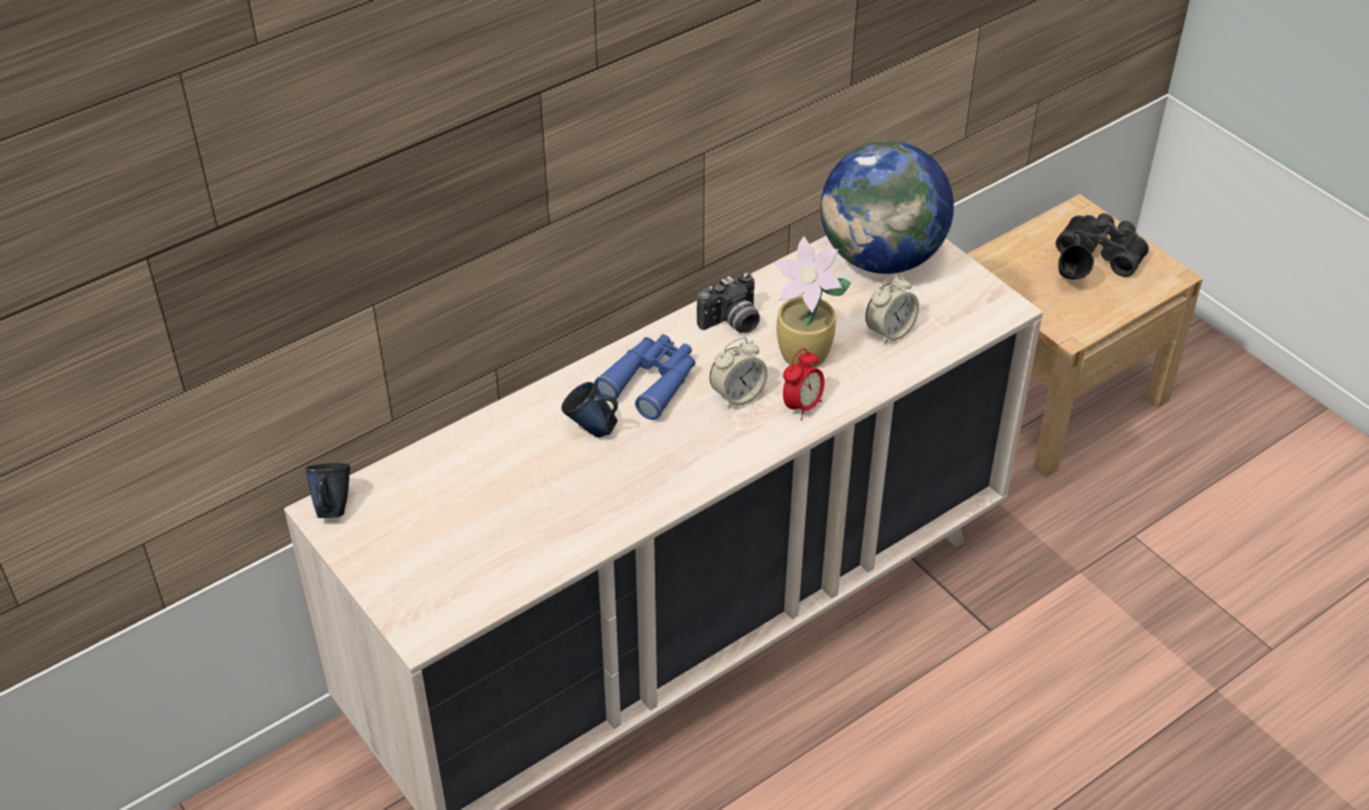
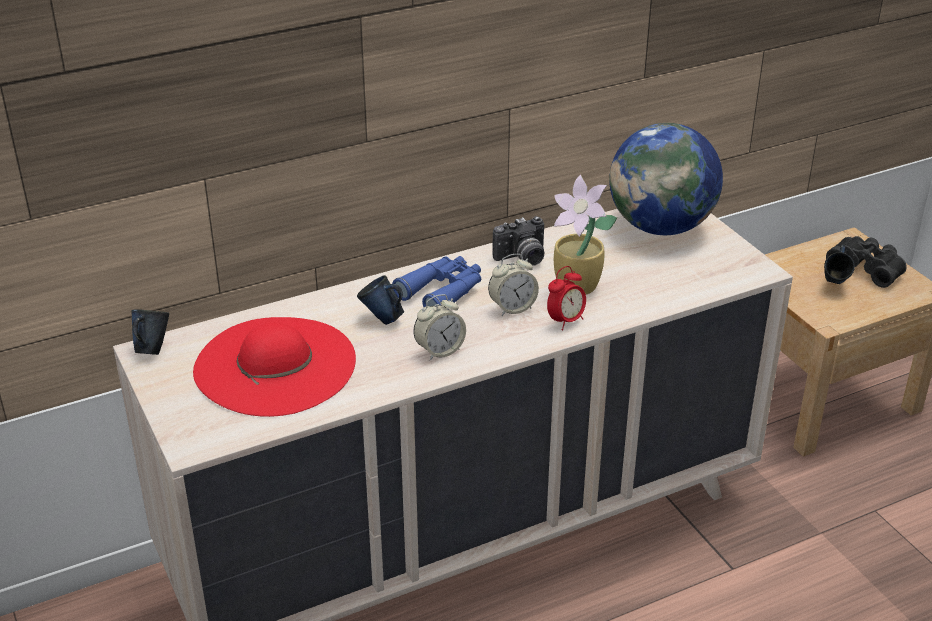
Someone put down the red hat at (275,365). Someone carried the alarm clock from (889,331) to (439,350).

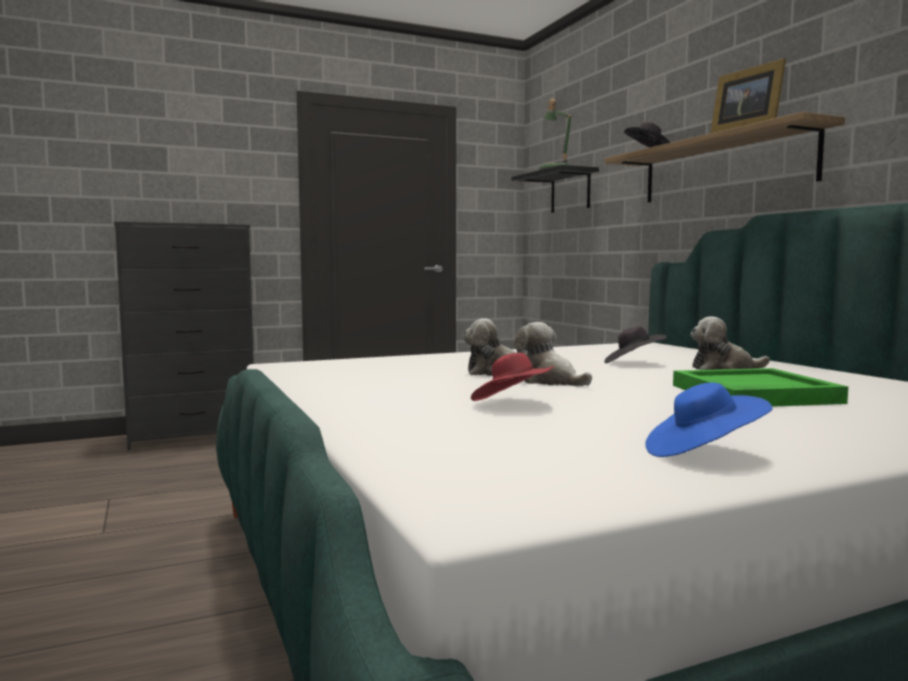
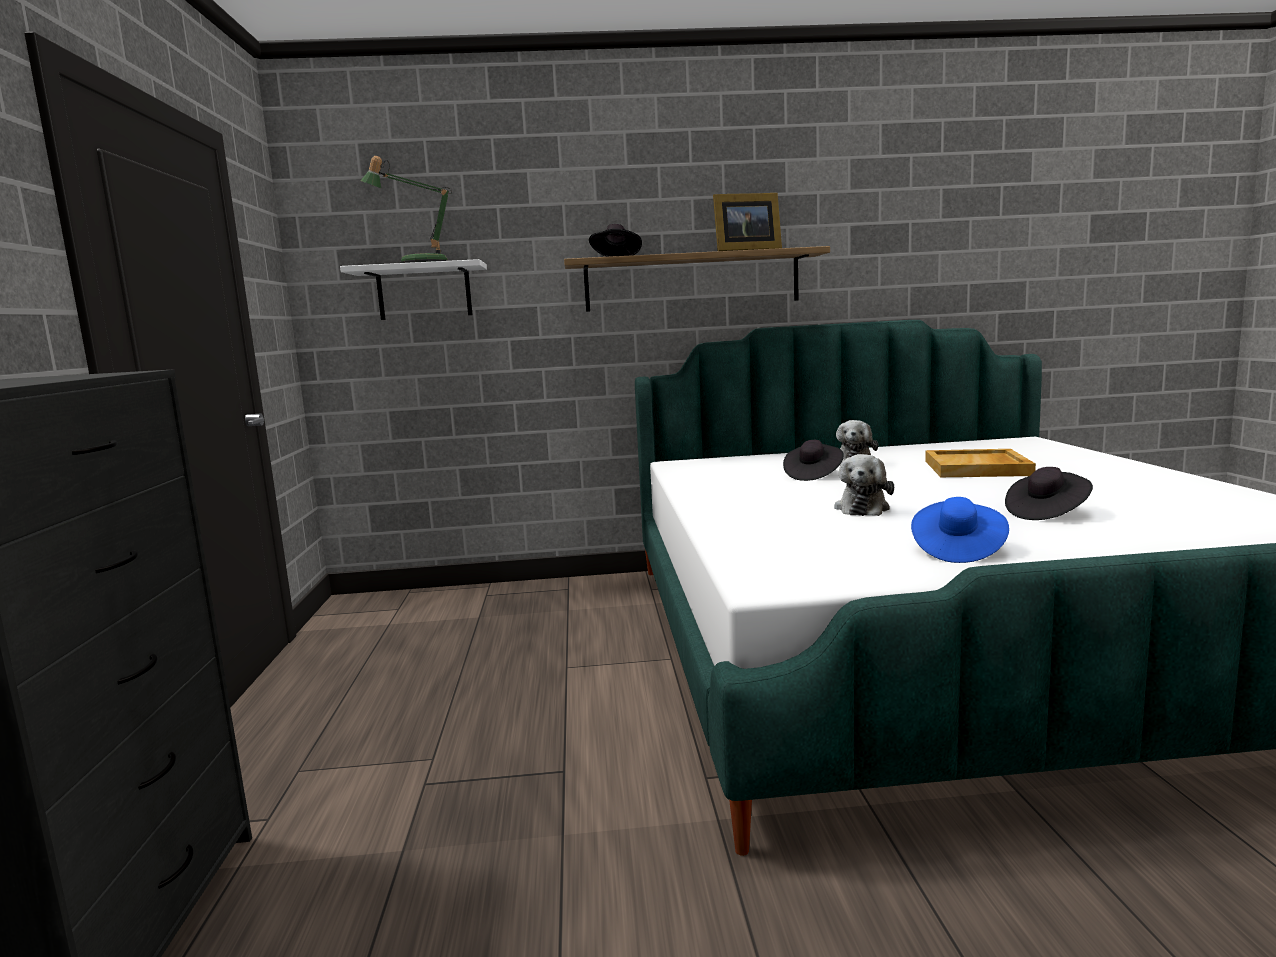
Someone took away the plush toy at (548,381). Someone carried the blue hat from (703,453) to (957,550). Someone repainted the red hat at (512,404), which became the black hat at (1046,513). Someone repainted the black shelf at (570,191), which became the white shelf at (424,292). Someone repainted the green tray at (753,394), which became the beige tray at (977,468).

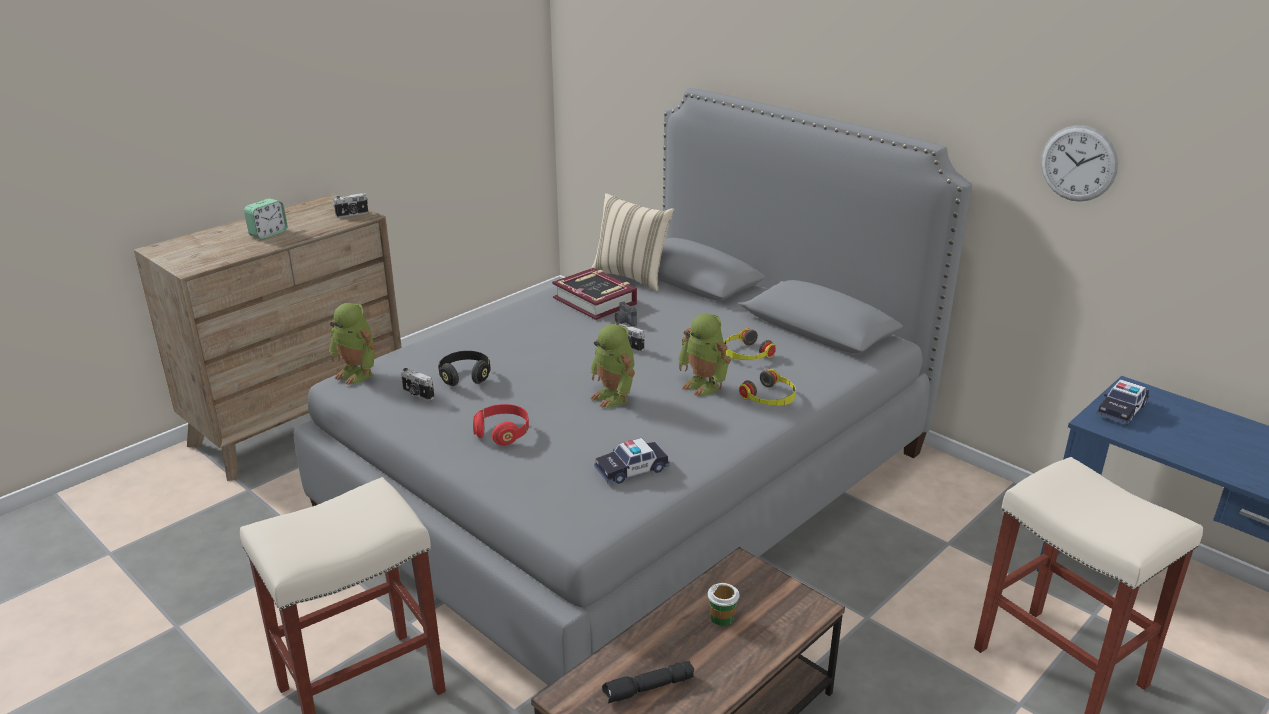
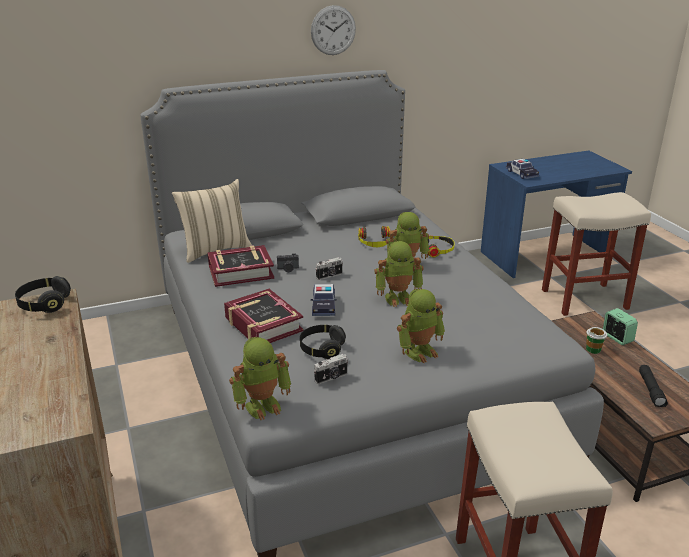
Someone put down the book at (263,324). Someone carried the alarm clock from (268,234) to (617,338). Someone carried the toy car from (631,469) to (323,305). Someone carried the wall clock from (1078,163) to (333,30). Someone swapped the photo camera at (352,214) for the black headphones at (44,304). Someone swapped the red headphones at (502,433) for the toy robot at (419,351).

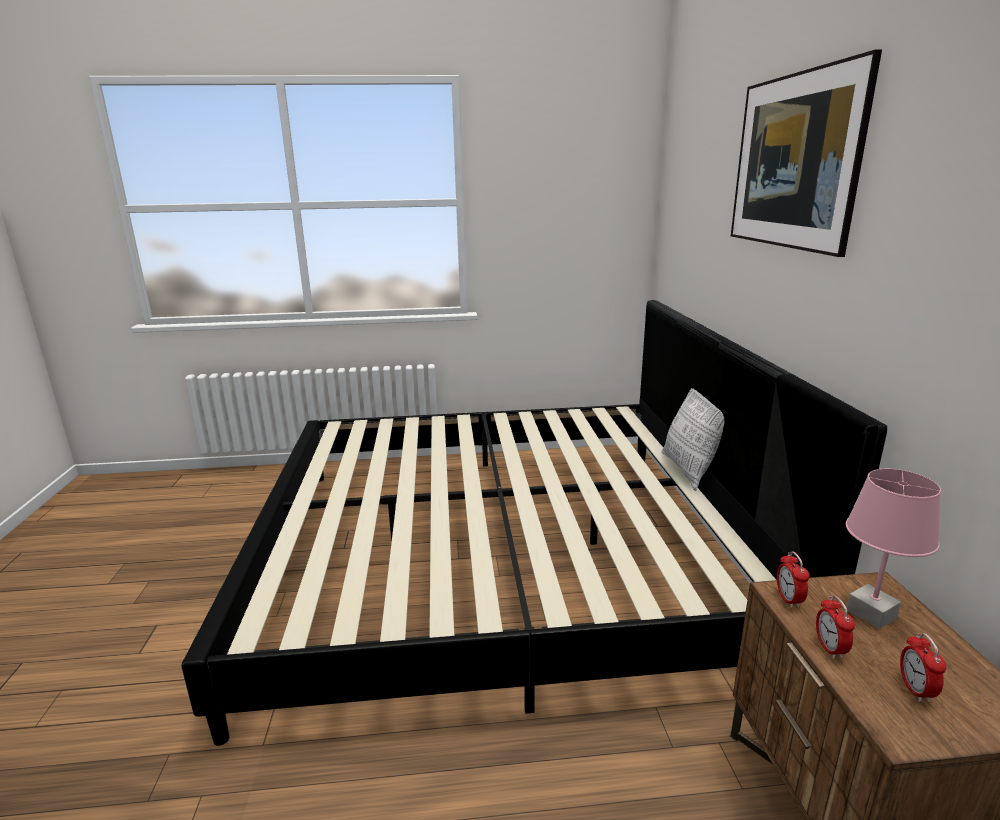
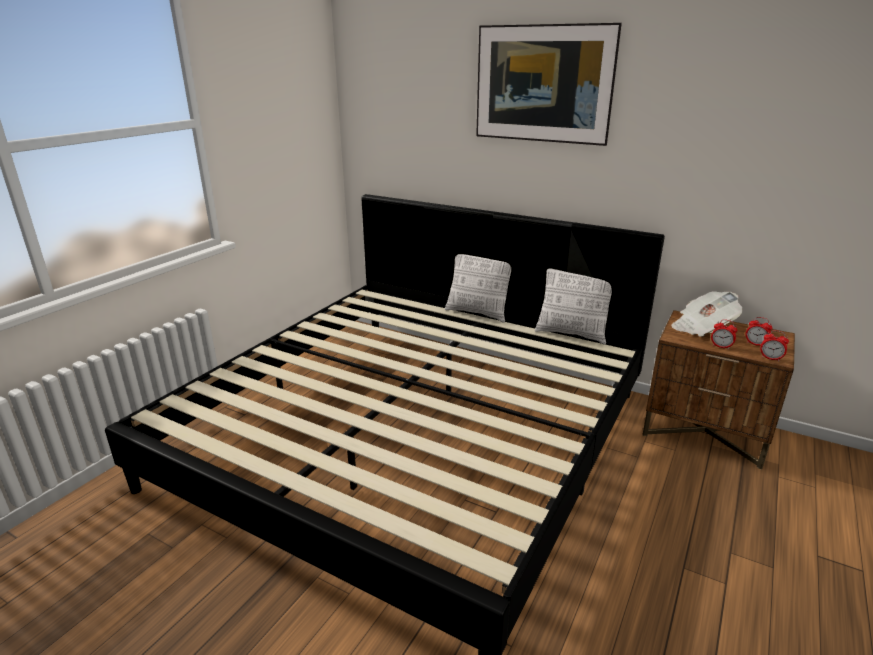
Someone put down the pillow at (571,334). Someone carried the alarm clock from (788,599) to (770,358). Someone swapped the pink table lamp at (870,614) for the newspaper at (702,328).

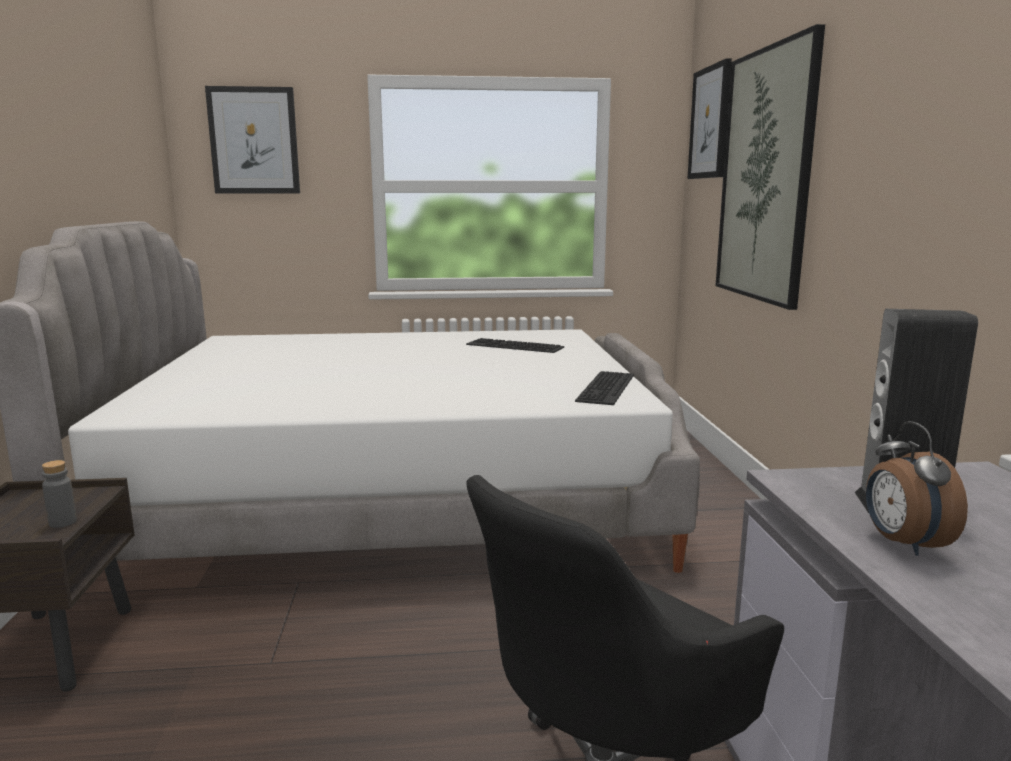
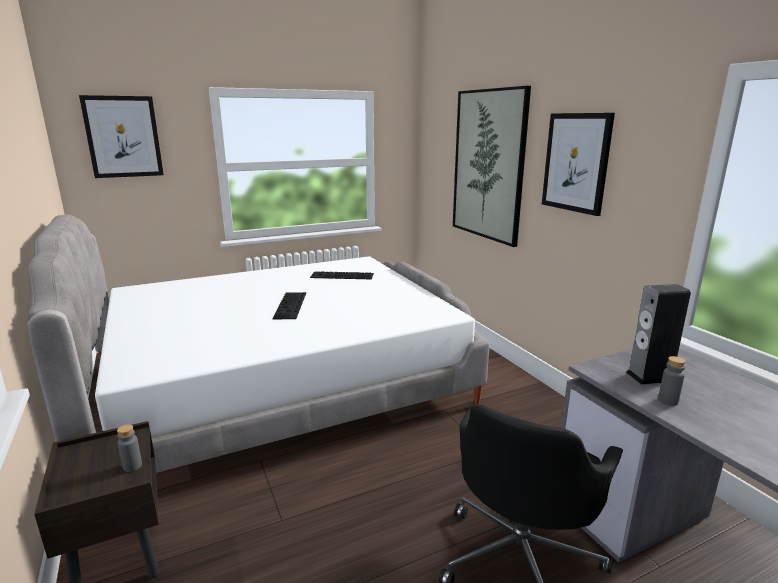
Someone carried the keyboard from (608,388) to (291,305). Someone carried the picture from (710,123) to (576,162). Someone swapped the alarm clock at (902,543) for the grey bottle at (668,401).

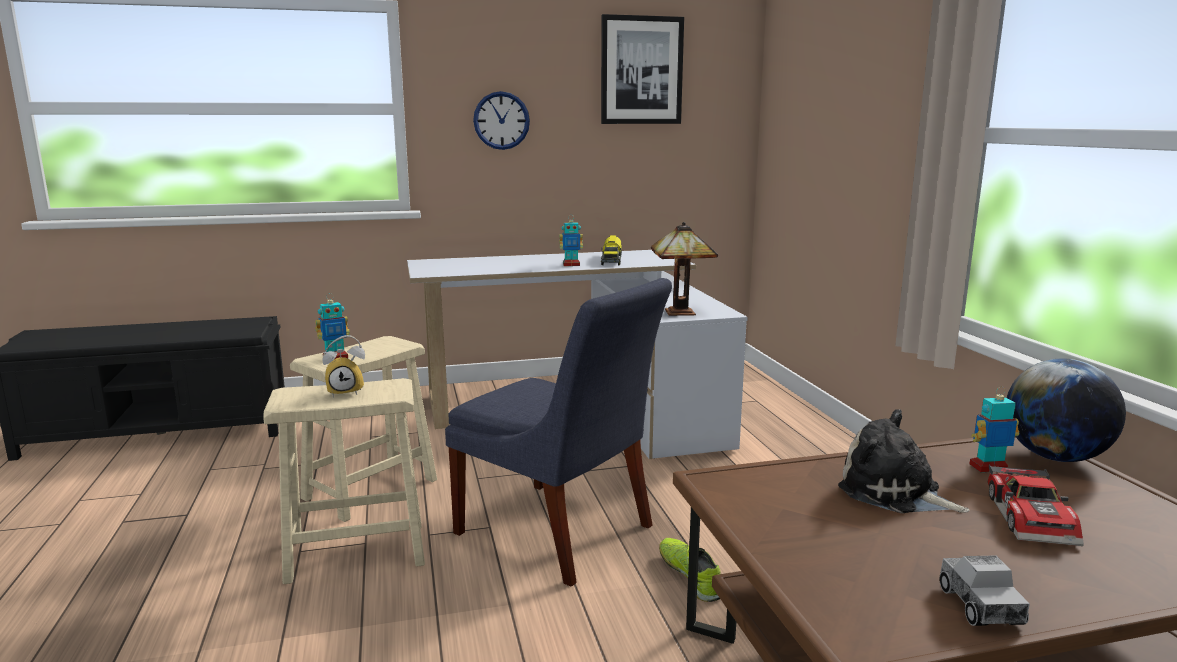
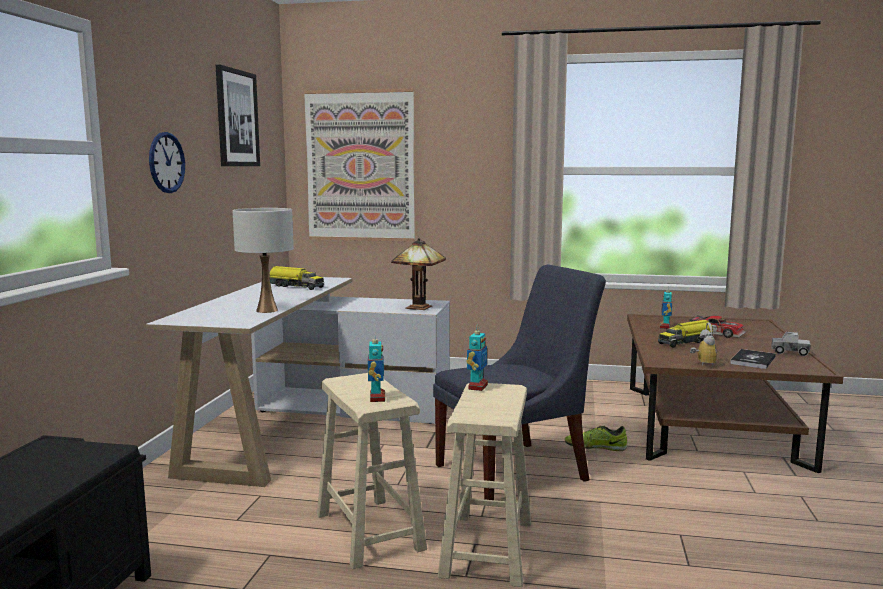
Someone took away the globe at (1055,457). Someone put down the white table lamp at (267,310). Someone put up the picture at (360,166). Someone put down the book at (753,360). Someone carried the alarm clock from (346,391) to (701,363). Someone carried the toy robot from (571,265) to (477,387). Someone swapped the plush toy at (894,492) for the toy truck at (686,342).

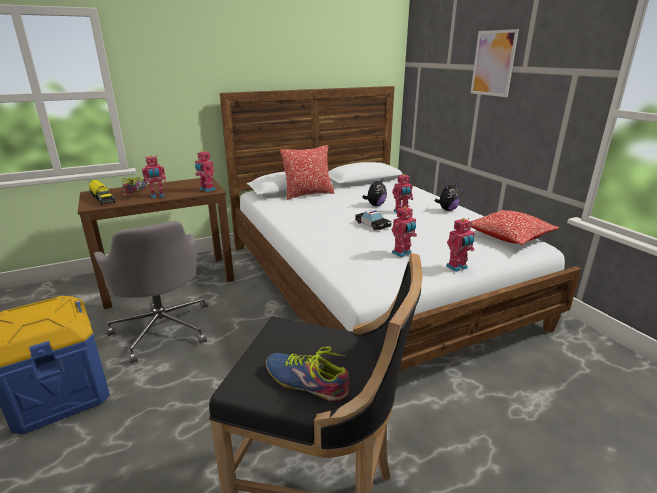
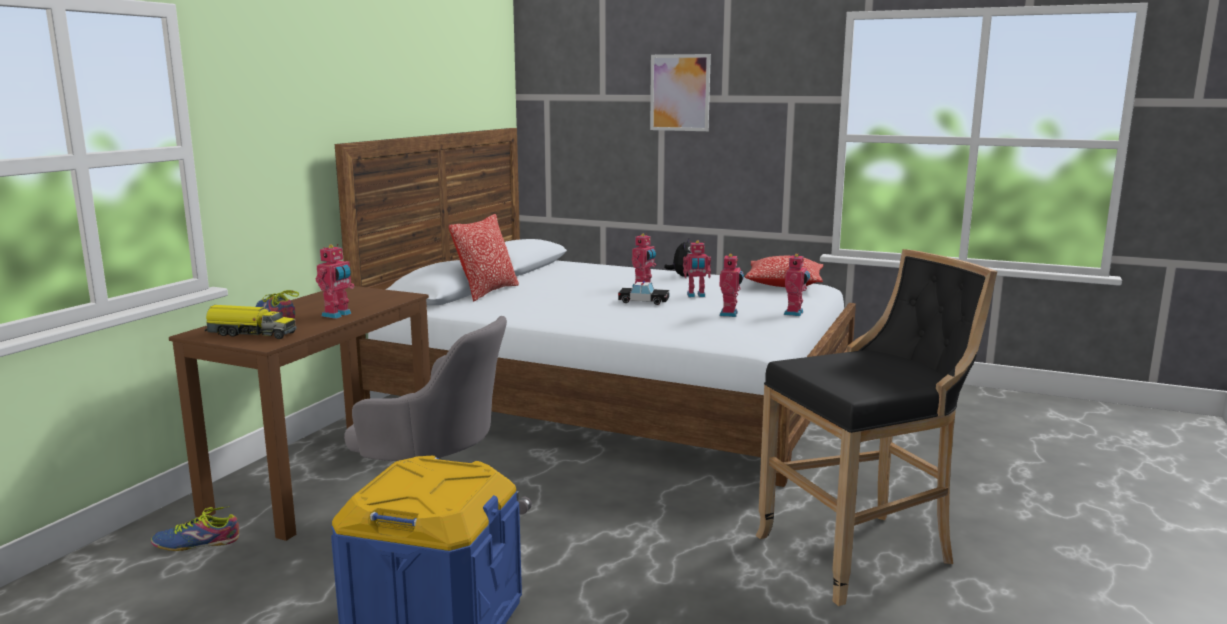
Someone took away the plush toy at (375,205). Someone carried the toy robot from (206,189) to (696,295). Someone carried the shoe from (306,382) to (197,543).

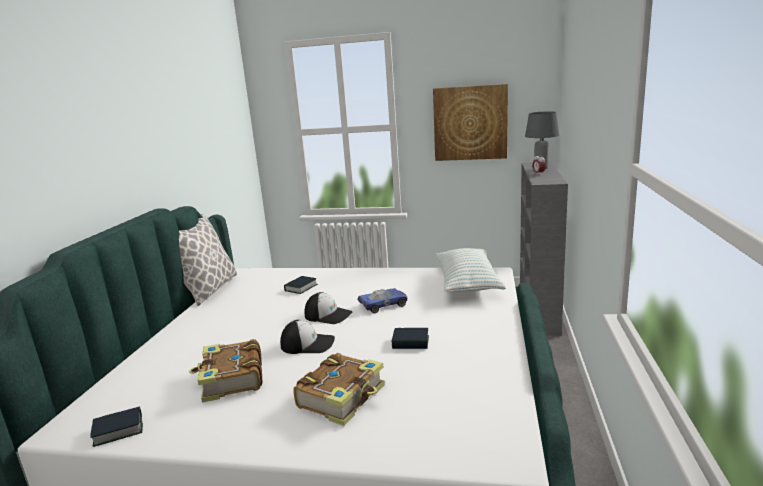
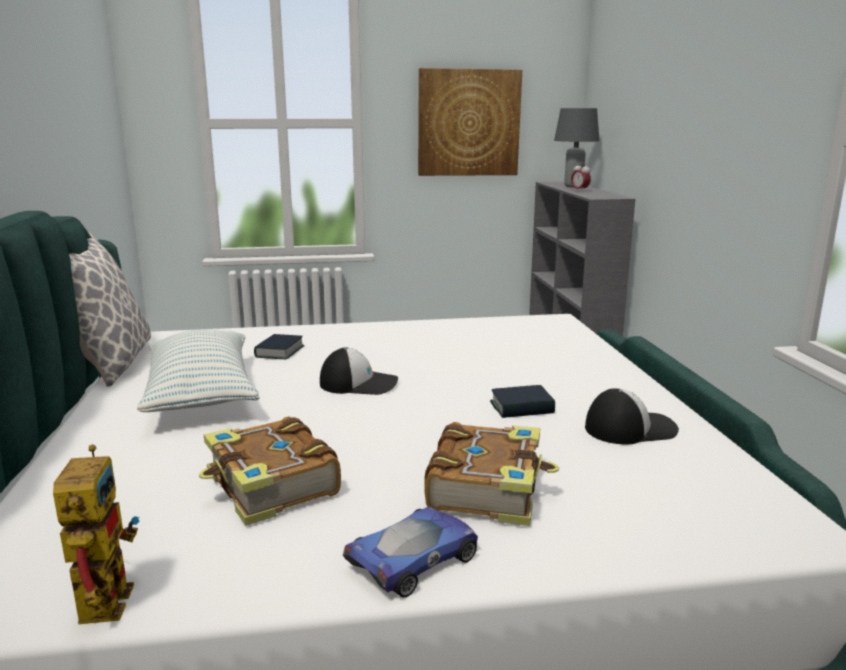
Someone carried the cap from (308,344) to (630,428). Someone carried the toy car from (384,304) to (414,559). Someone carried the pillow from (467,283) to (201,393). Someone swapped the book at (118,430) for the toy robot at (104,595).

